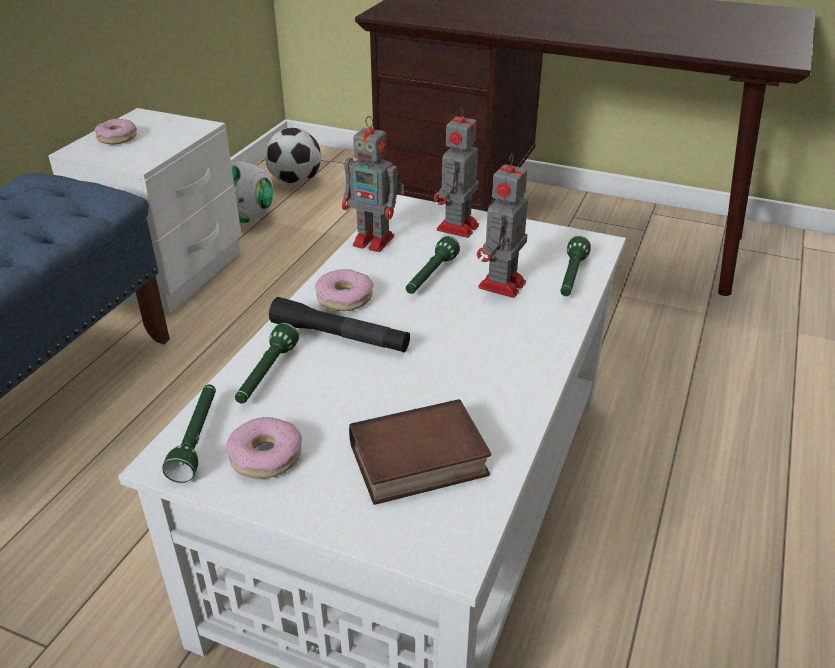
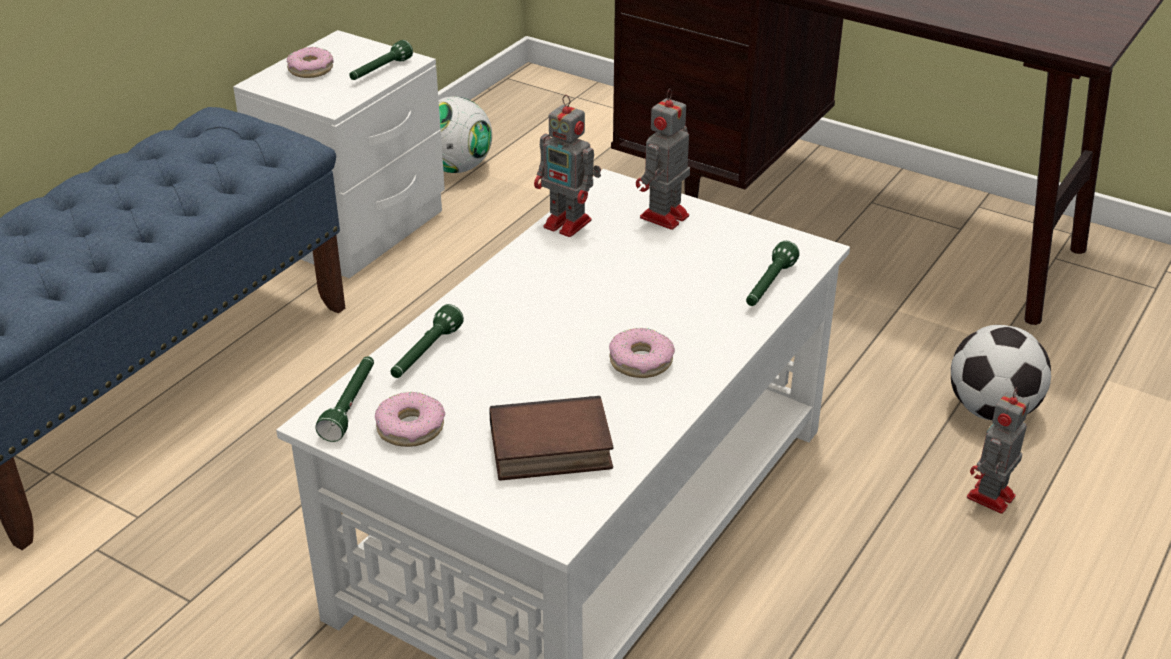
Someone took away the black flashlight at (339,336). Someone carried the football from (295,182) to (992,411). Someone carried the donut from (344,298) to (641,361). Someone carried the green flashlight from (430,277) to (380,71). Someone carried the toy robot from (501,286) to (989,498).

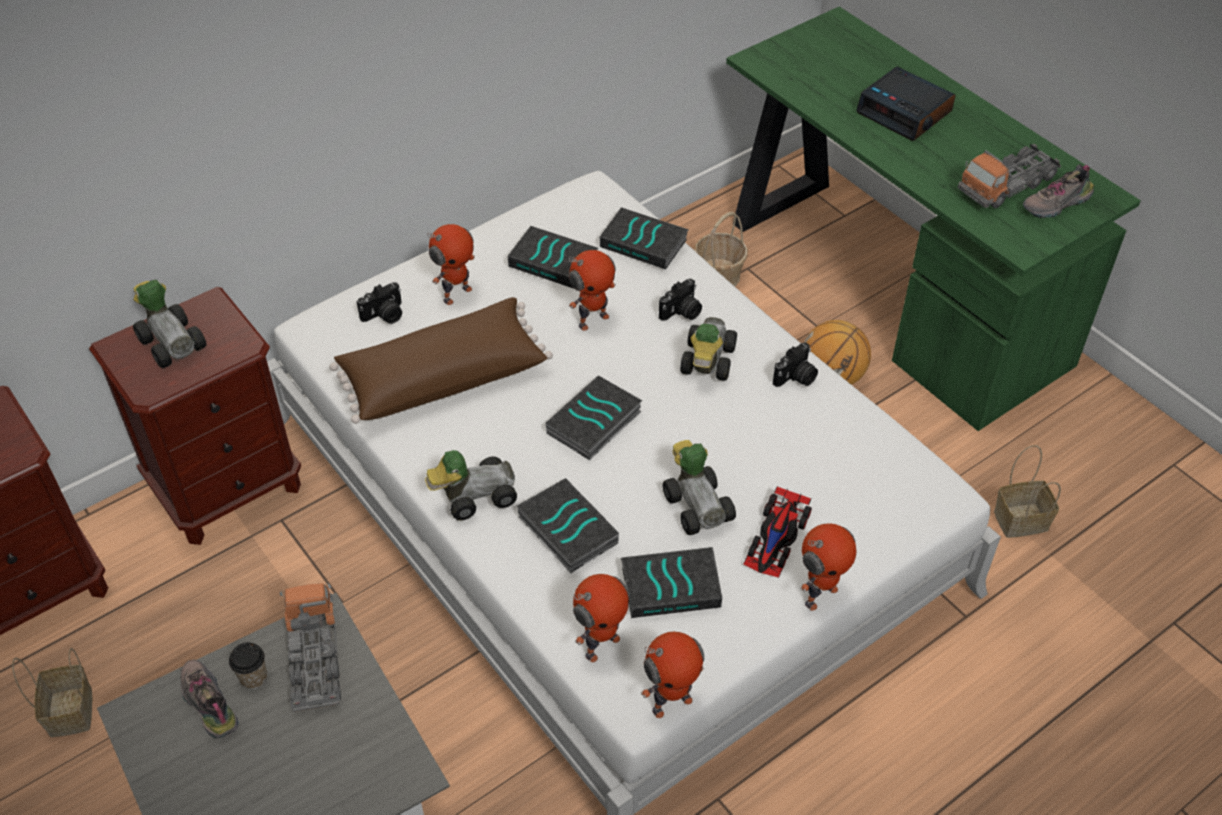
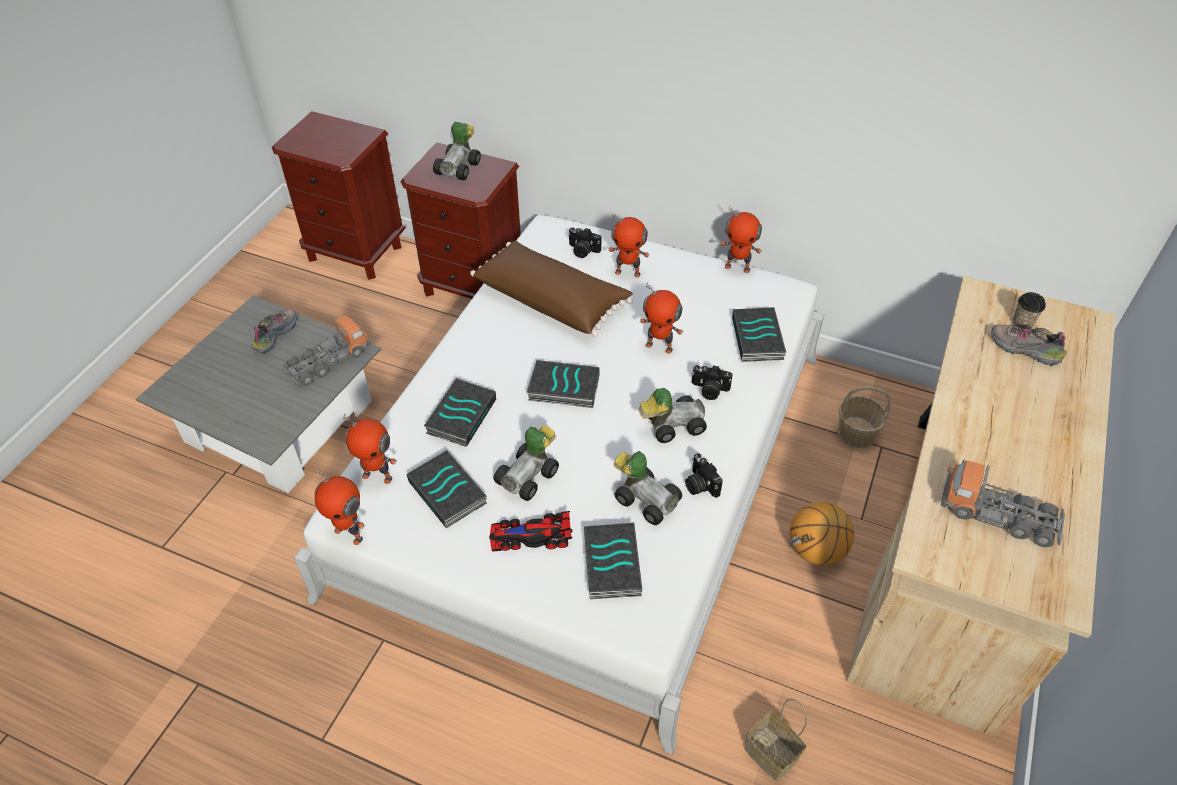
Someone took away the basket at (72,713). Someone took away the alarm clock at (905,112). Someone carried the cup from (253,678) to (1022,323). Someone carried the toy car from (473,495) to (645,498). Someone carried the book from (554,262) to (613,565). Someone carried the toy robot from (819,594) to (737,267). Someone carried the shoe from (1056,205) to (1023,350). Someone repainted the green desk at (889,287), which became the beige desk at (952,550). Someone rotated the photo camera at (796,378) by 45 degrees clockwise.

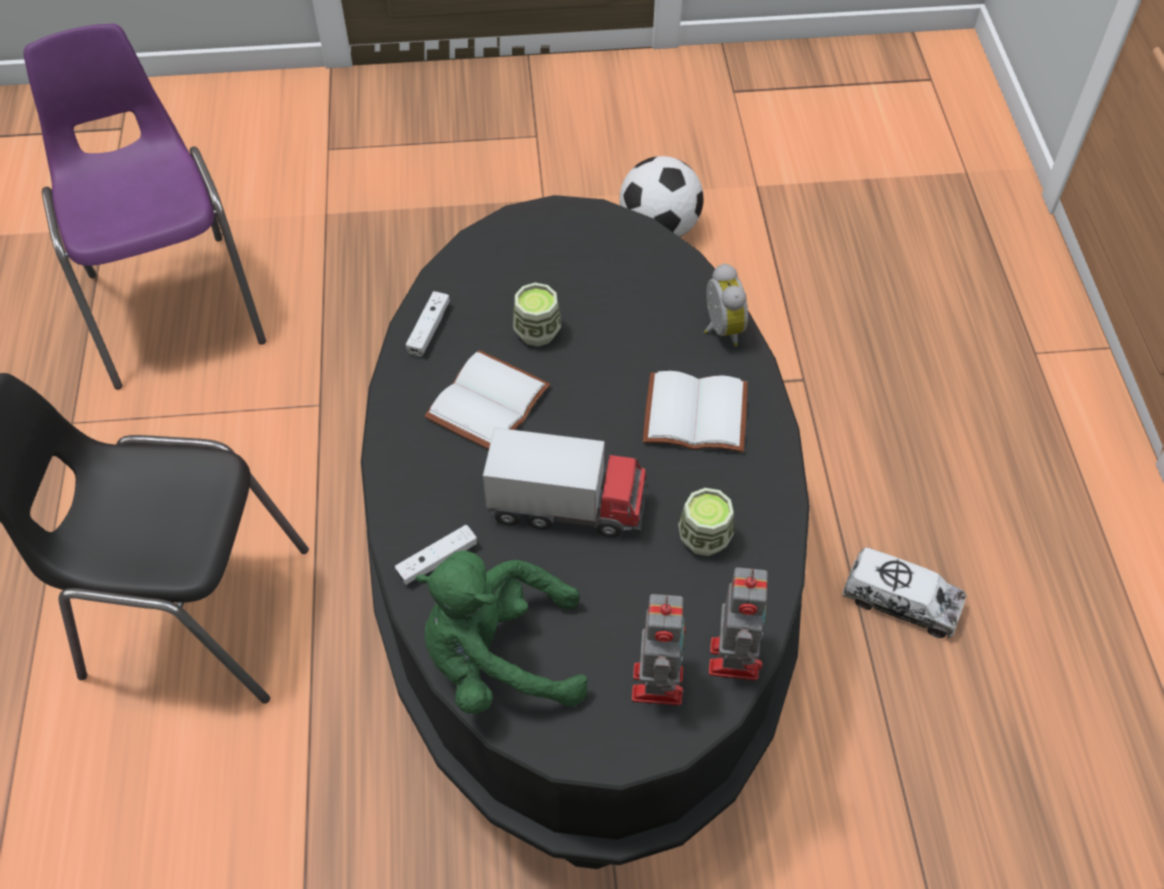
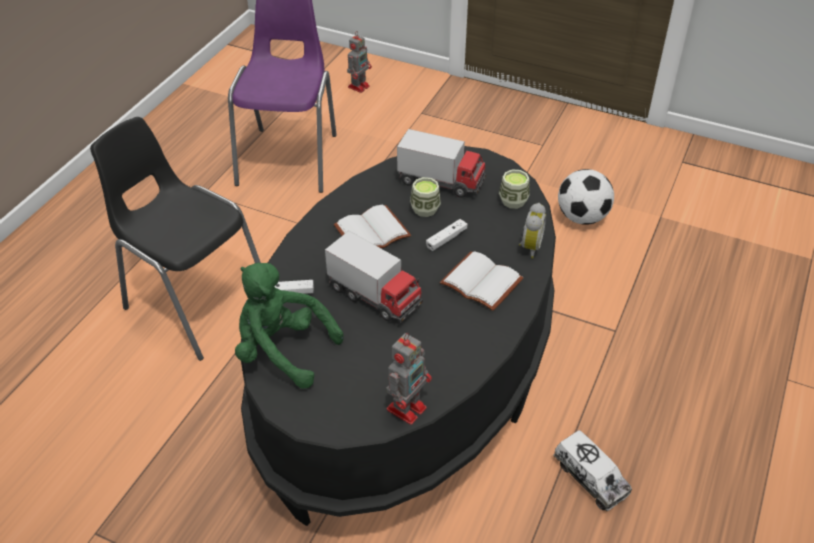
Someone put down the toy truck at (441,182). Someone carried the white game controller from (429,329) to (446,239). Someone carried the toy robot from (657,681) to (359,86). Someone carried the cup from (704,537) to (513,201).

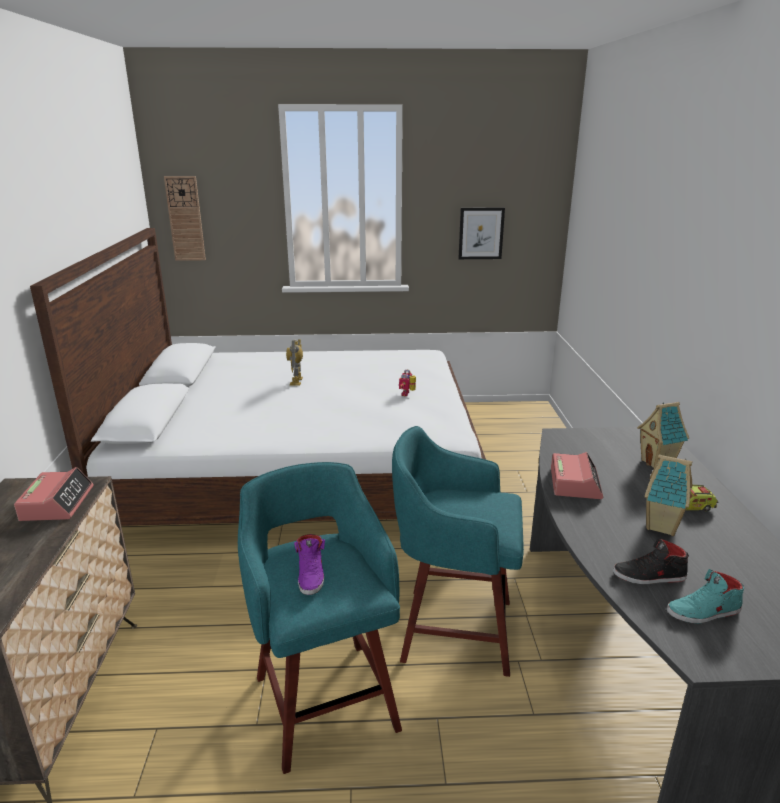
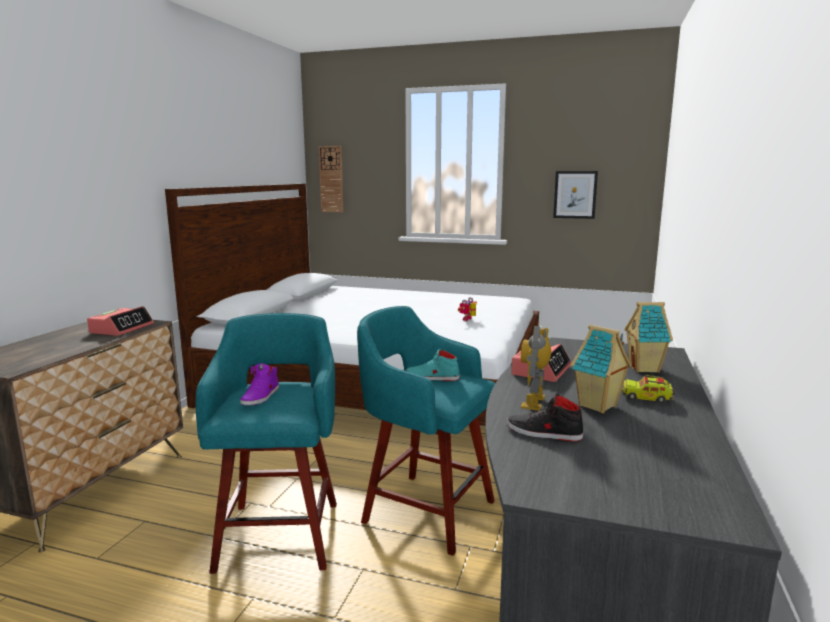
Someone carried the toy robot from (297,381) to (534,402). Someone carried the turquoise shoe from (704,612) to (432,377).

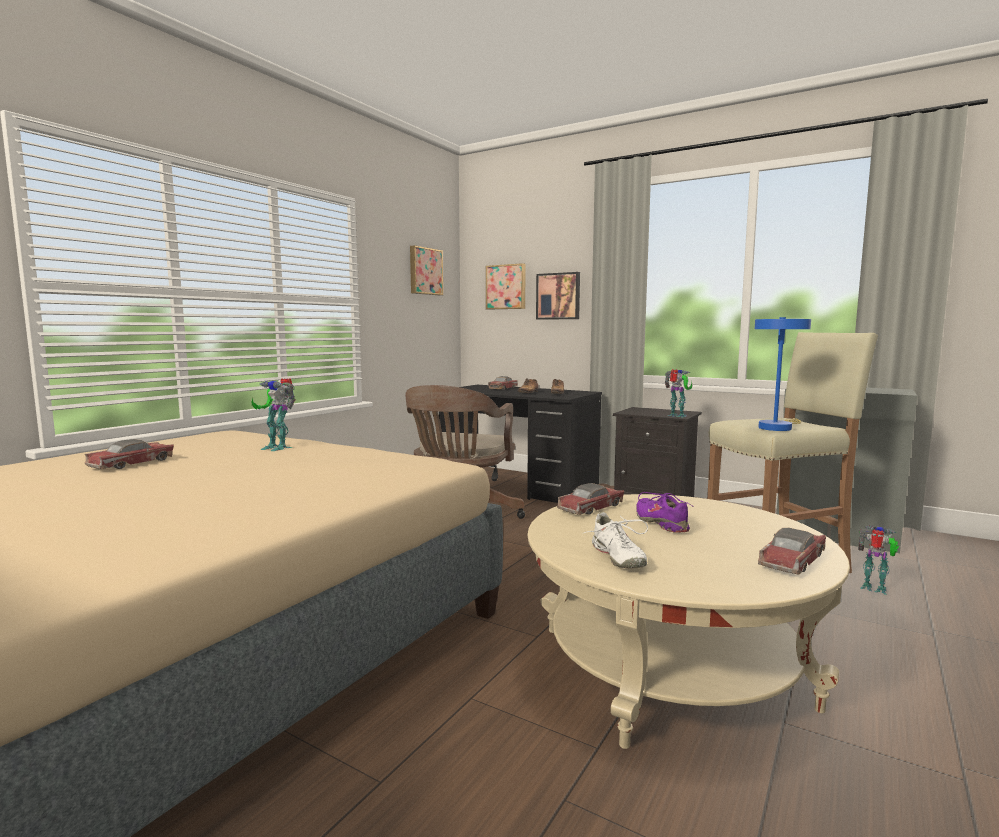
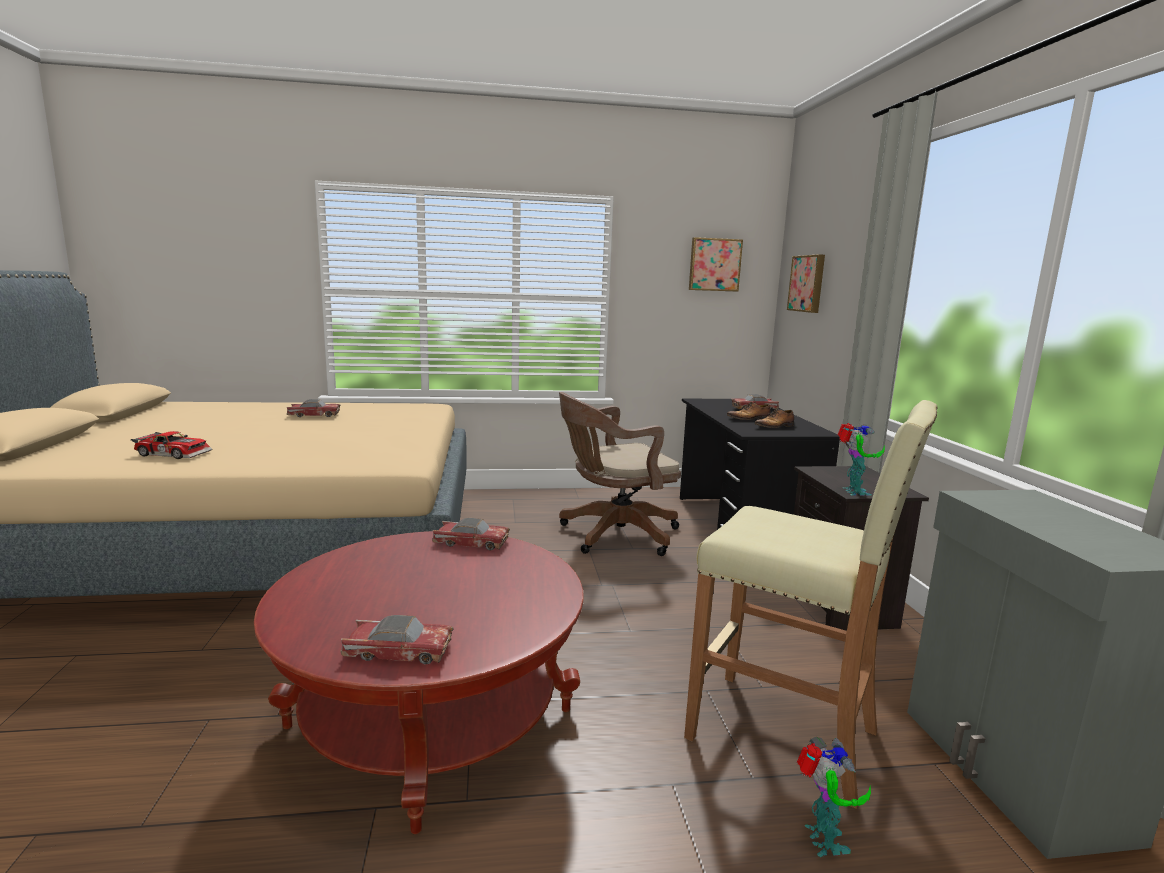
Someone took away the toy robot at (277,447). Someone took away the picture at (558,296). Someone took away the white shoe at (617,557). Someone took away the purple shoe at (661,522). Someone took away the blue table lamp at (777,427). Someone put down the toy car at (174,453). Someone repainted the beige coffee table at (670,666), which became the red coffee table at (431,717).

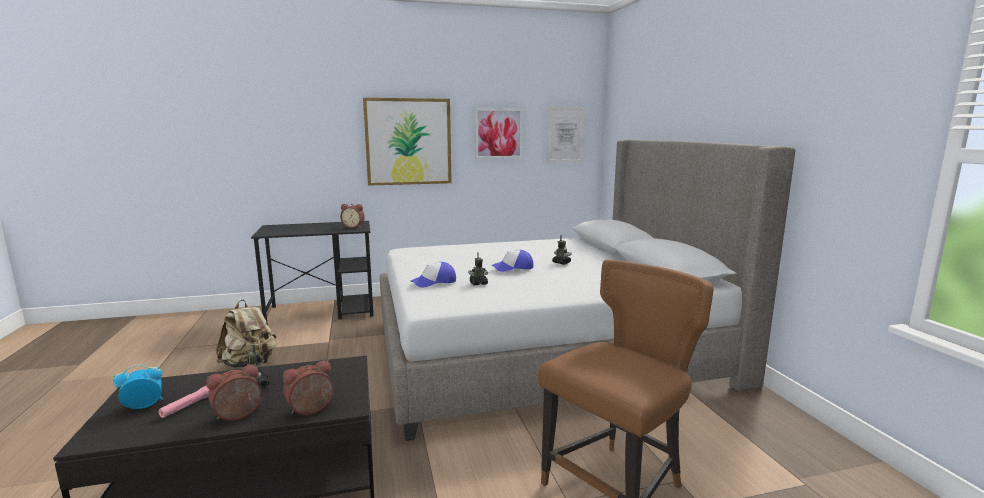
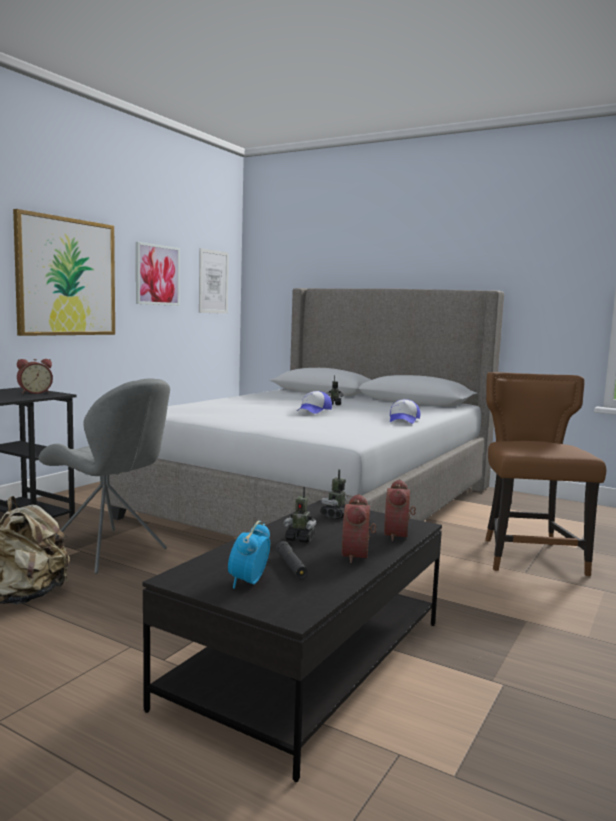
Someone put down the grey chair at (108,551). Someone carried the cap from (434,282) to (403,420). Someone carried the toy robot from (478,283) to (336,515). Someone repainted the pink flashlight at (188,405), which became the black flashlight at (291,567).

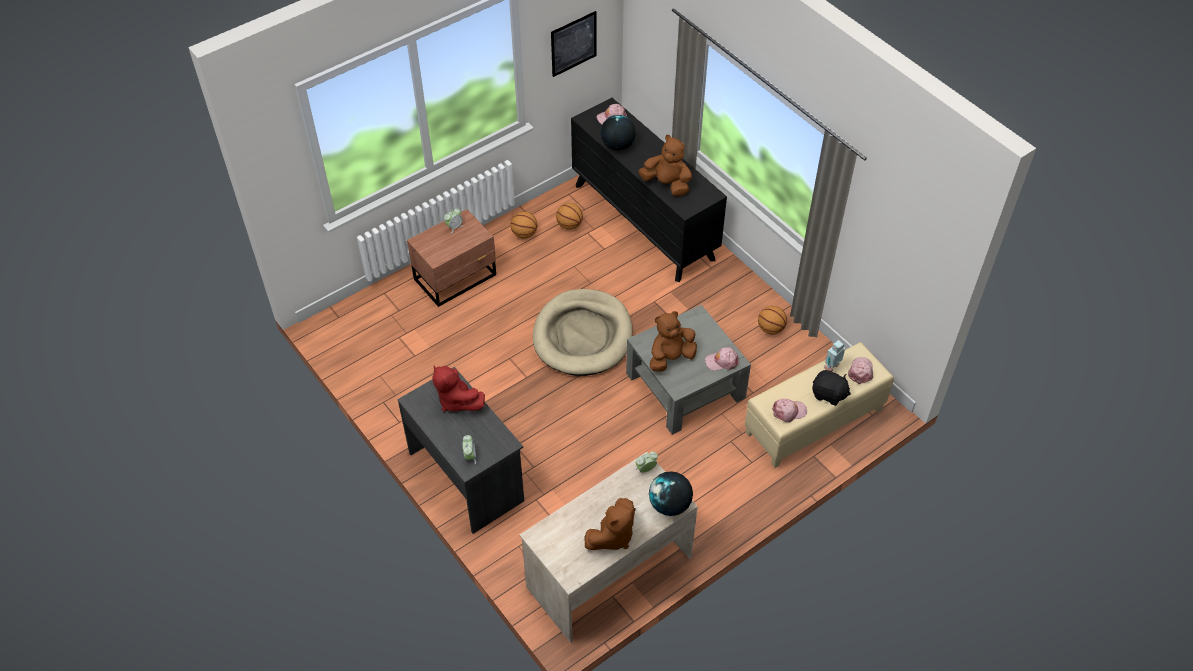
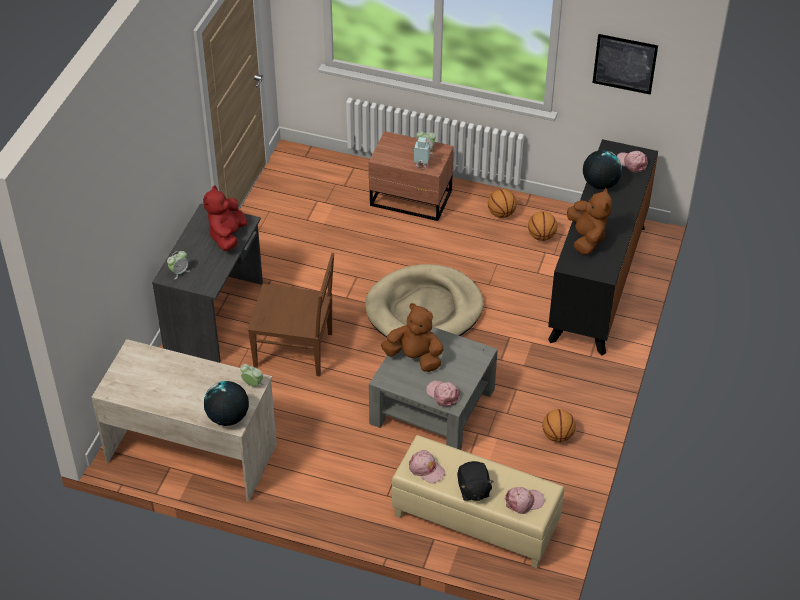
Someone took away the brown plush toy at (612,536). Someone put down the brown chair at (295,350). Someone carried the toy robot from (832,367) to (421,167).

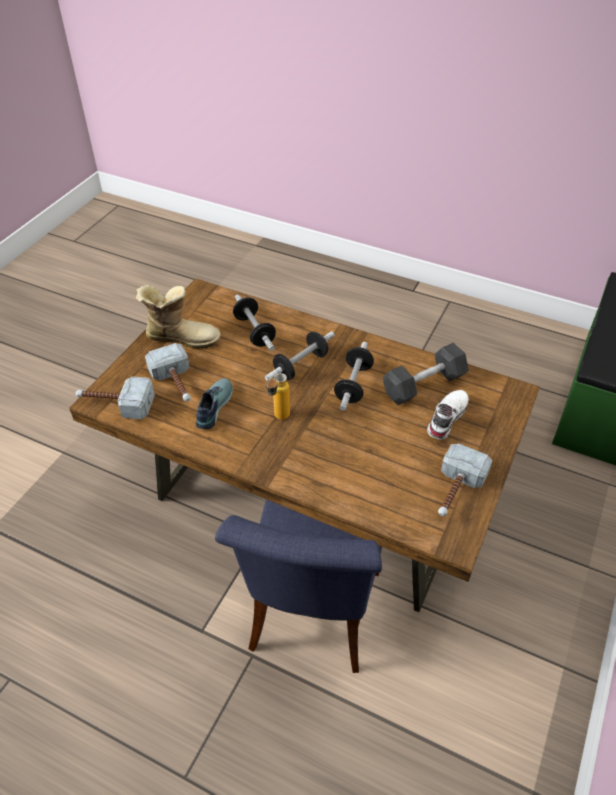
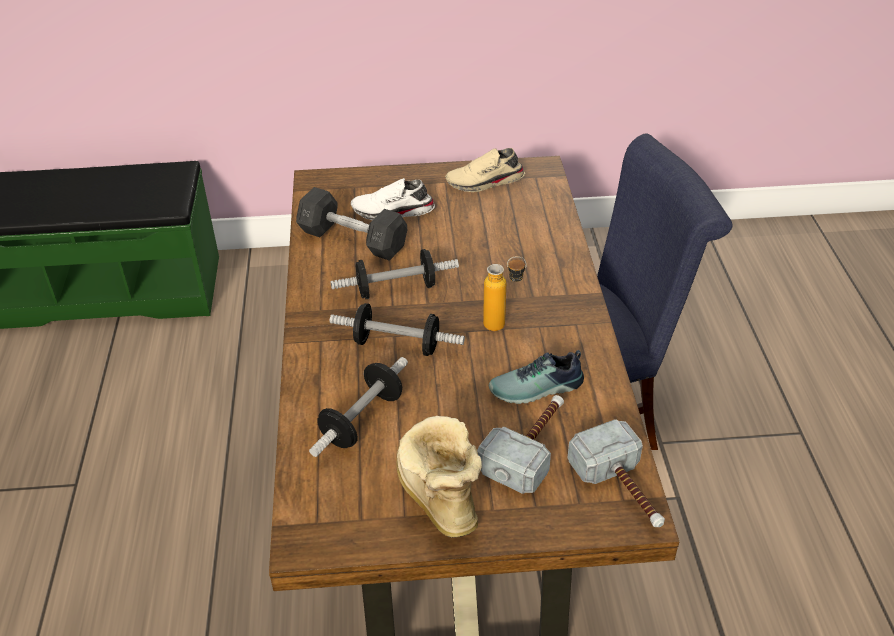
Someone swapped the hammer at (455,491) for the beige shoe at (485,182).

